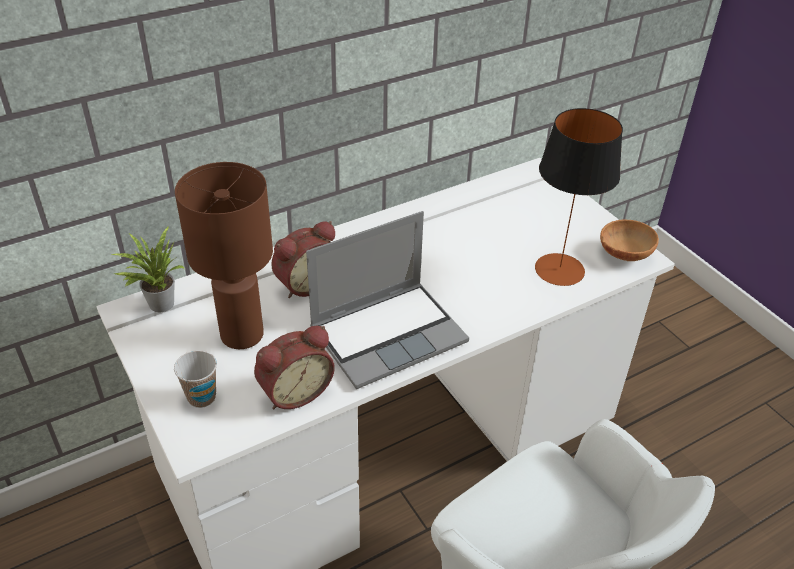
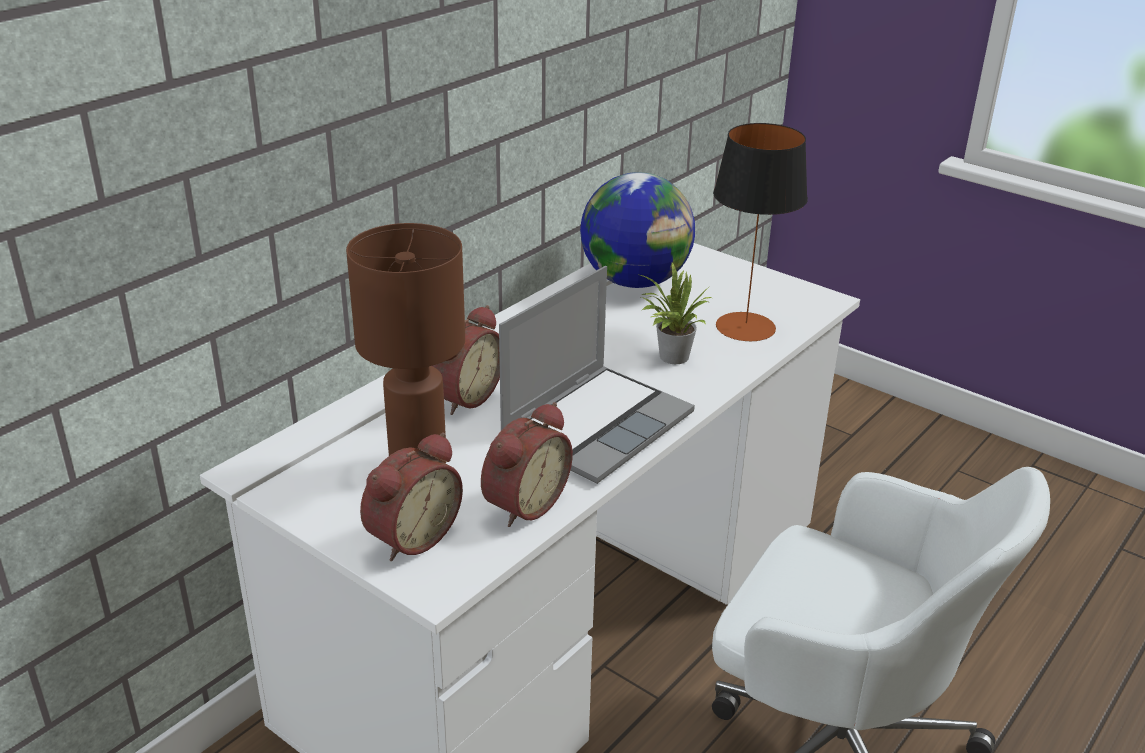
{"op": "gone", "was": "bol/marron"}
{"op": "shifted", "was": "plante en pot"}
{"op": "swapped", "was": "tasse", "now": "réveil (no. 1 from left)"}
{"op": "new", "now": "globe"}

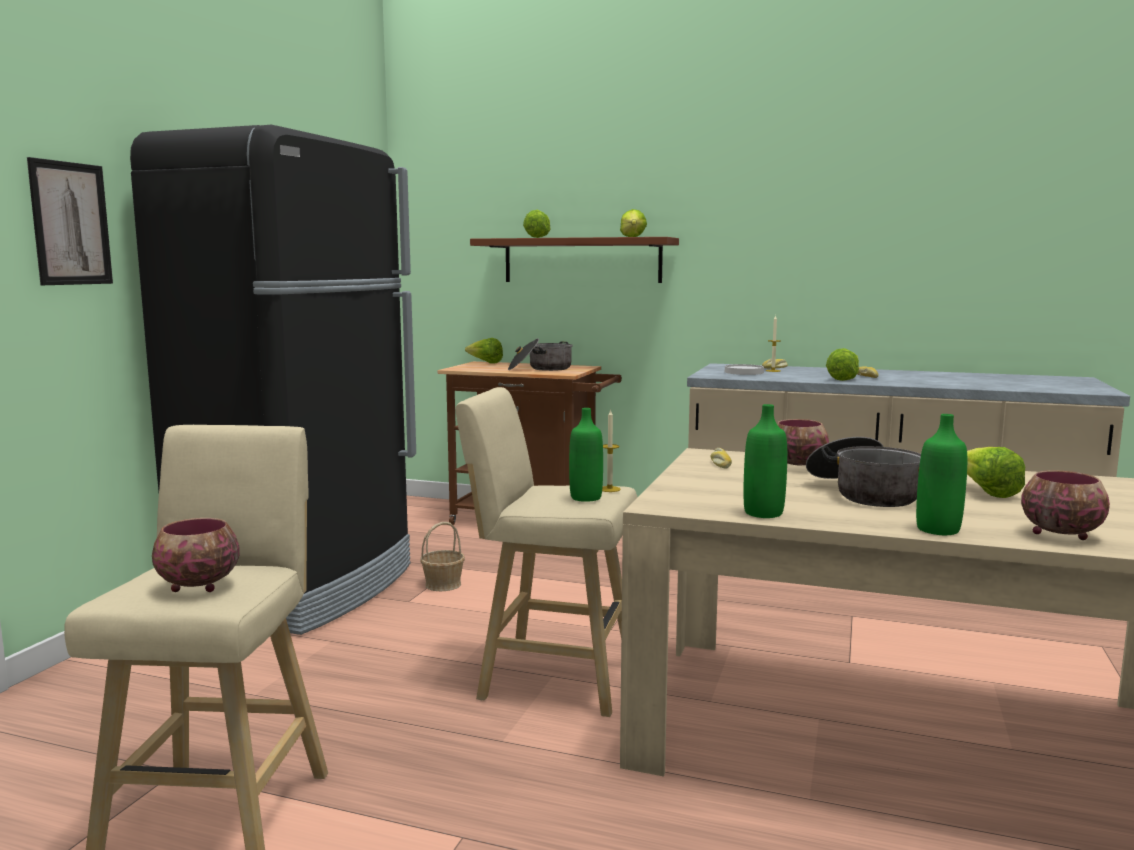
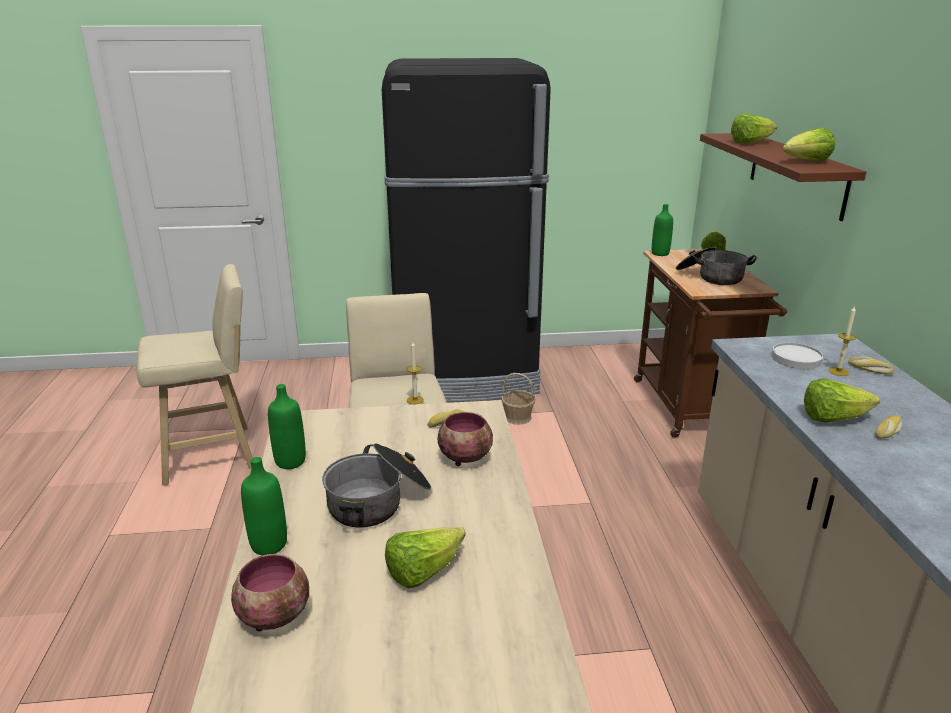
{"op": "gone", "was": "tableau"}
{"op": "shifted", "was": "bouteille/vert (no. 1 from left in the first image)", "now": "bouteille/vert (no. 3 from left)"}
{"op": "gone", "was": "bol (no. 1 from left)"}

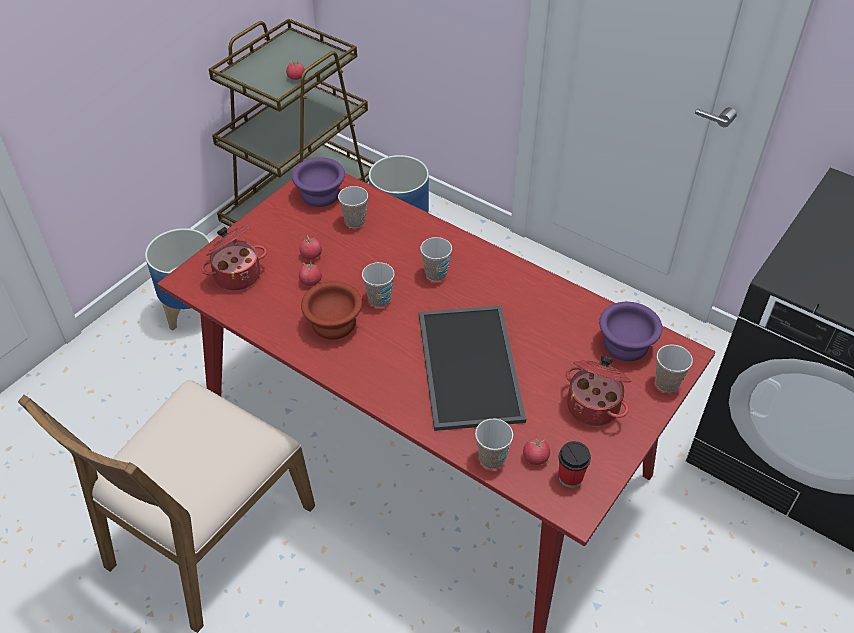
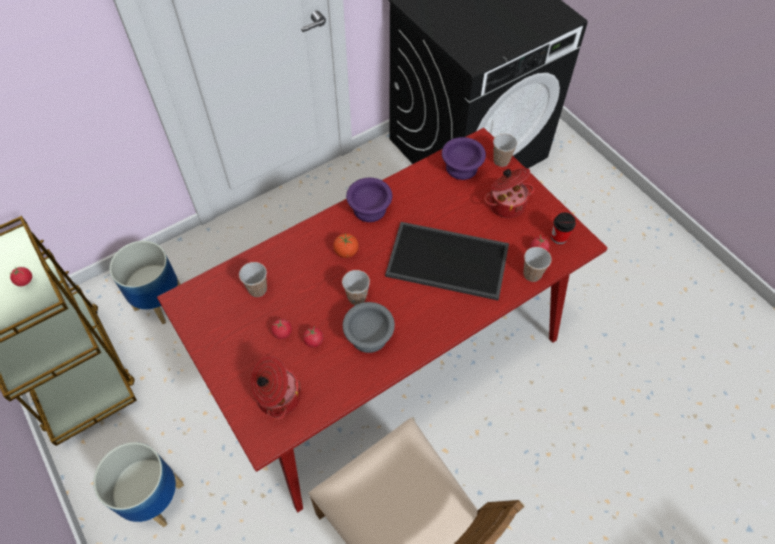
{"op": "shifted", "was": "bol/violet (no. 1 from left)"}
{"op": "swapped", "was": "tasse (no. 3 from left)", "now": "tomate (no. 4 from left)"}
{"op": "repainted", "was": "bol/marron", "now": "bol/gris"}

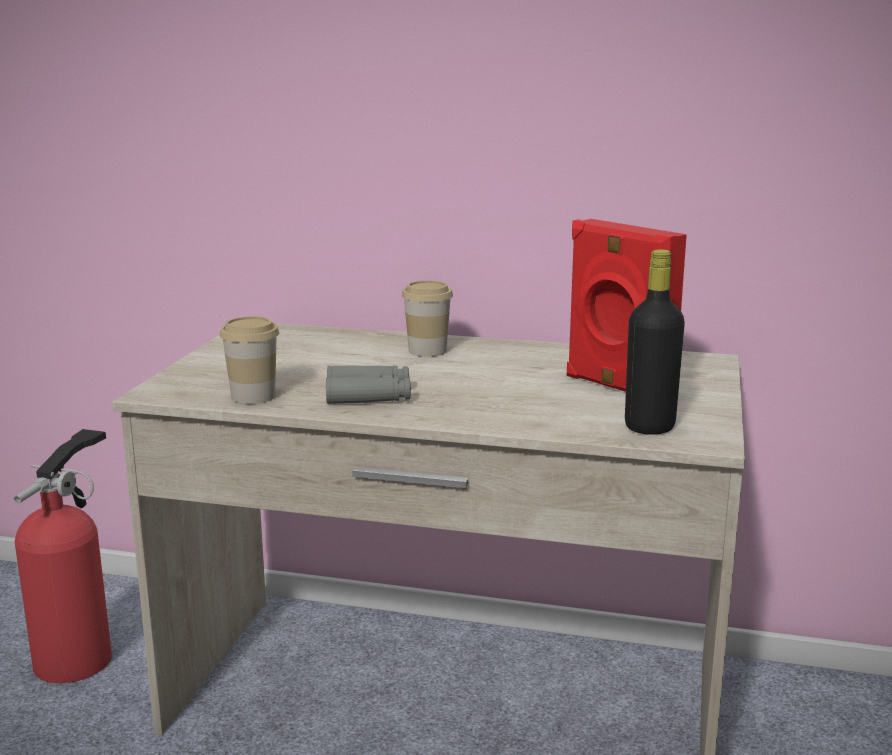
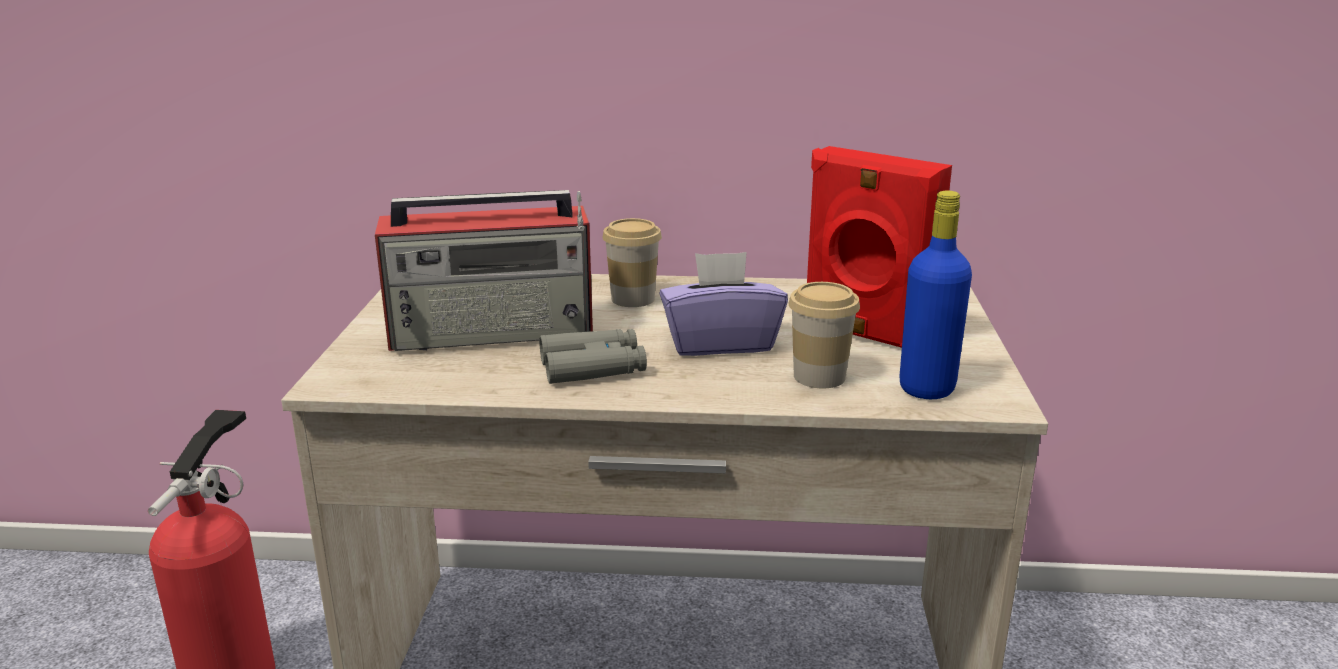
{"op": "repainted", "was": "bouteille/noir", "now": "bouteille/bleu"}
{"op": "shifted", "was": "tasse (no. 1 from left in the first image)", "now": "tasse (no. 2 from left)"}
{"op": "new", "now": "radio"}
{"op": "new", "now": "boîte à mouchoirs/violet"}

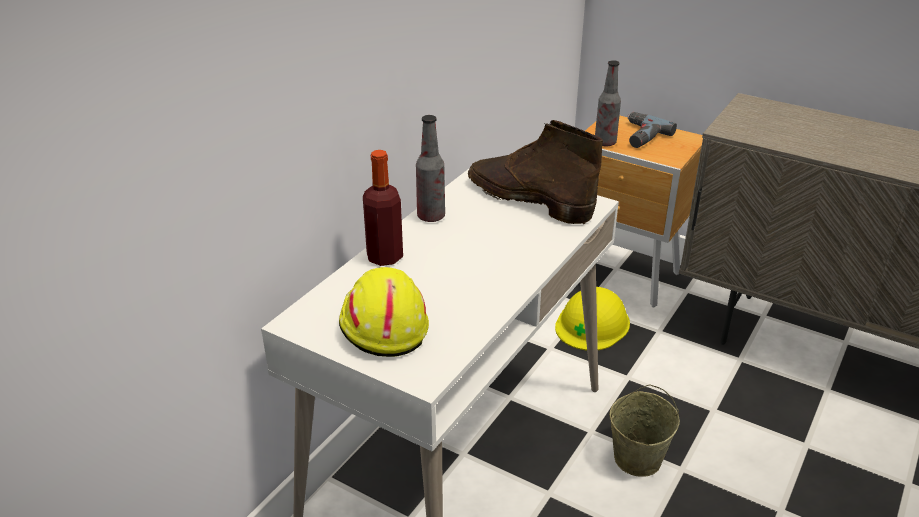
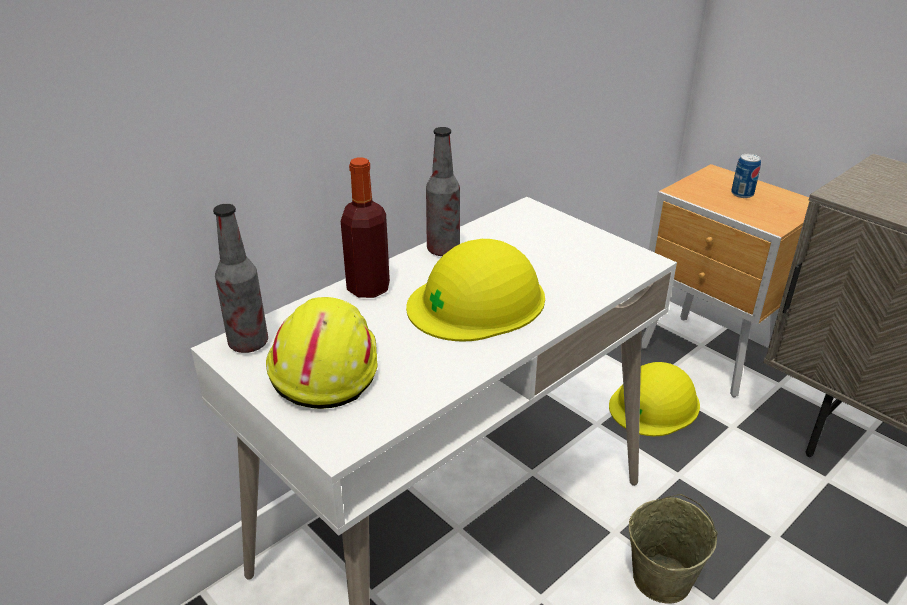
{"op": "shifted", "was": "bouteille (no. 3 from left in the first image)", "now": "bouteille (no. 1 from left)"}
{"op": "swapped", "was": "perceuse", "now": "boîte métallique"}
{"op": "gone", "was": "botte/marron"}
{"op": "new", "now": "casque de chantier/jaune (no. 2 from left)"}

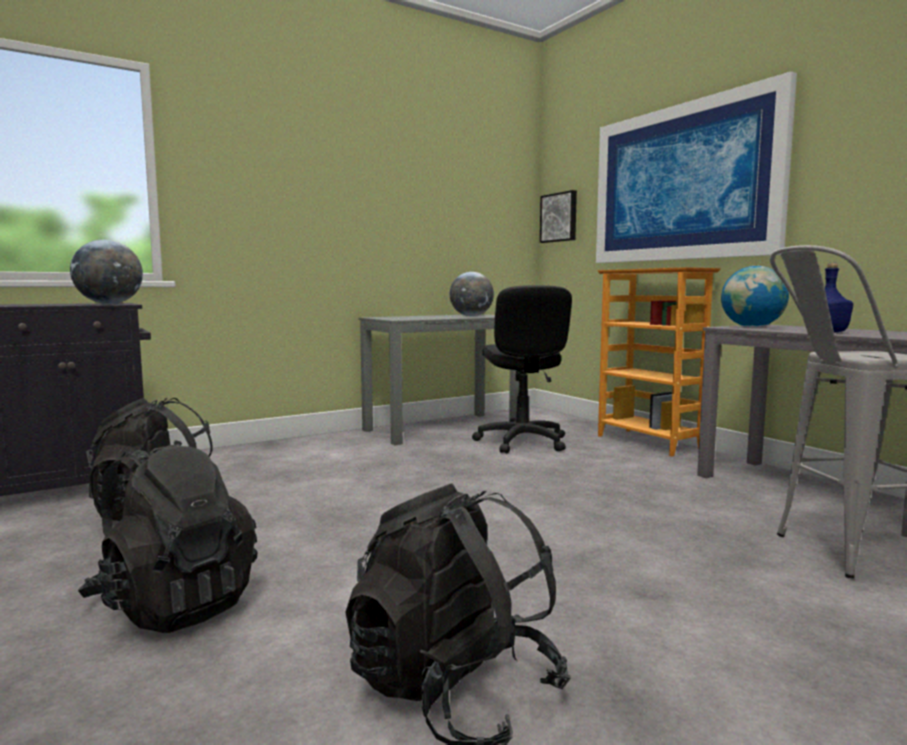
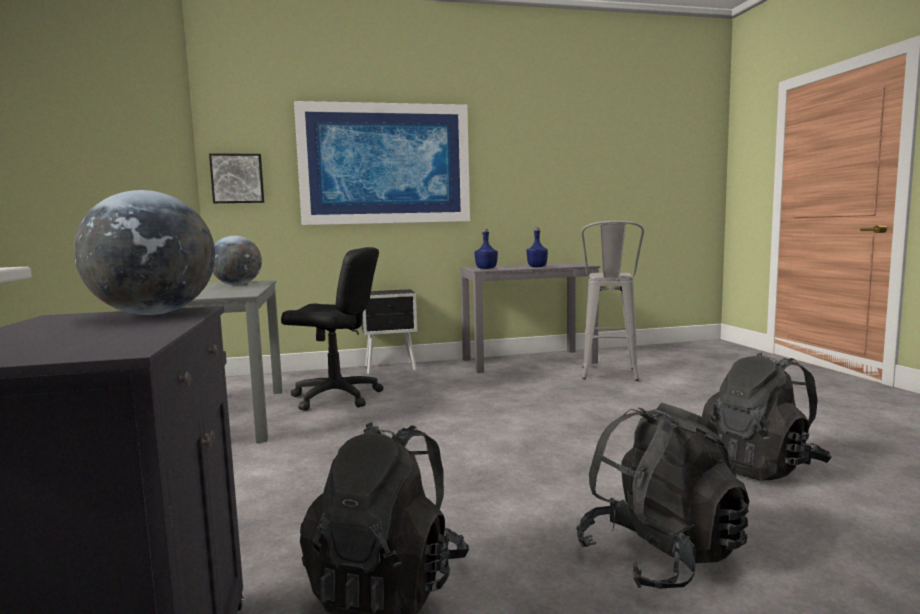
{"op": "swapped", "was": "globe (no. 3 from left)", "now": "bouteille/bleu (no. 1 from left)"}
{"op": "swapped", "was": "bibliothèque", "now": "table de chevet/noir"}

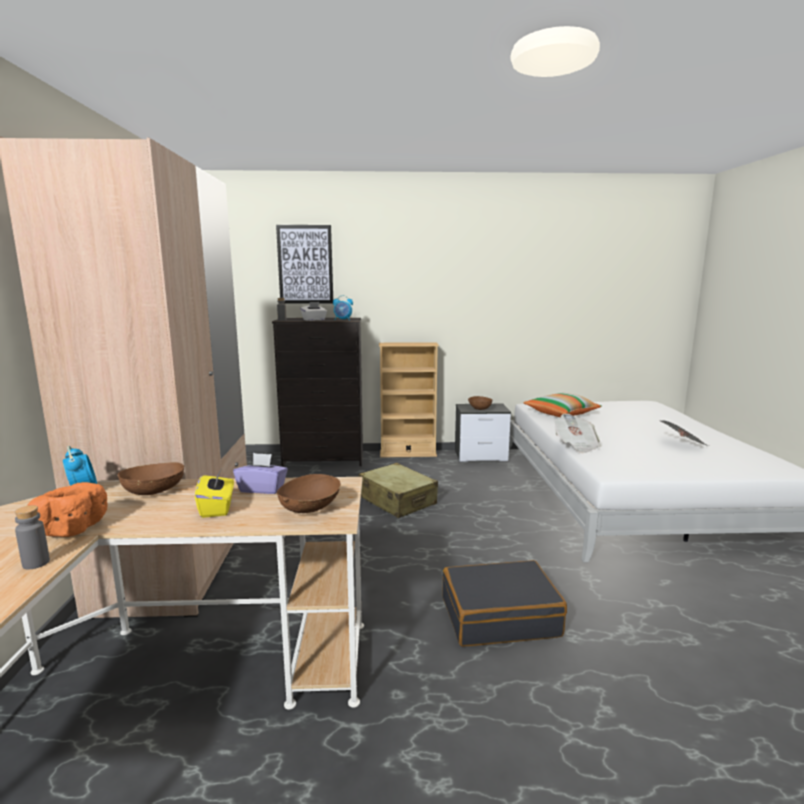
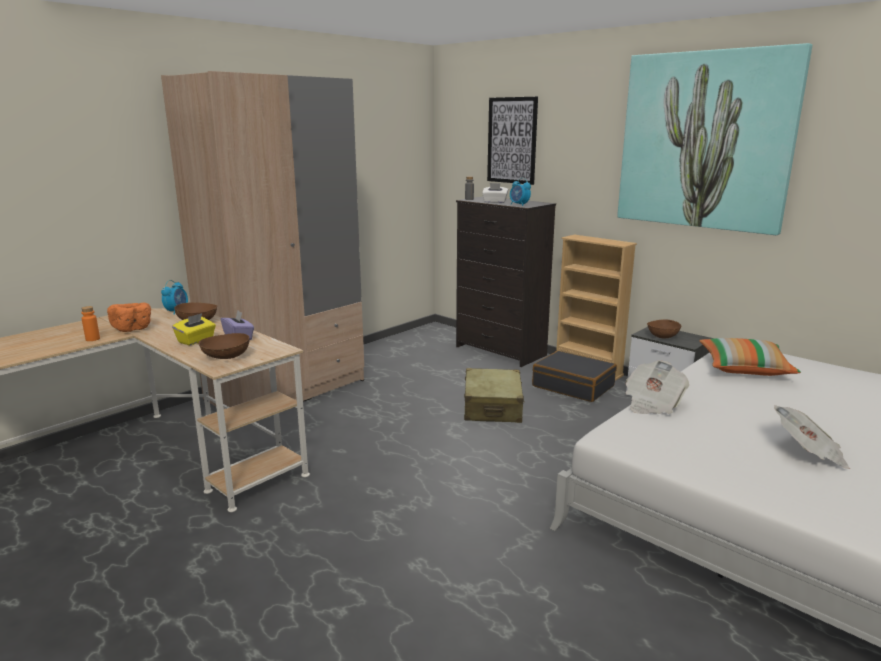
{"op": "repainted", "was": "bouteille/gris (no. 1 from left)", "now": "bouteille/orange"}
{"op": "shifted", "was": "valise/noir"}
{"op": "new", "now": "tableau (no. 2 from left)"}

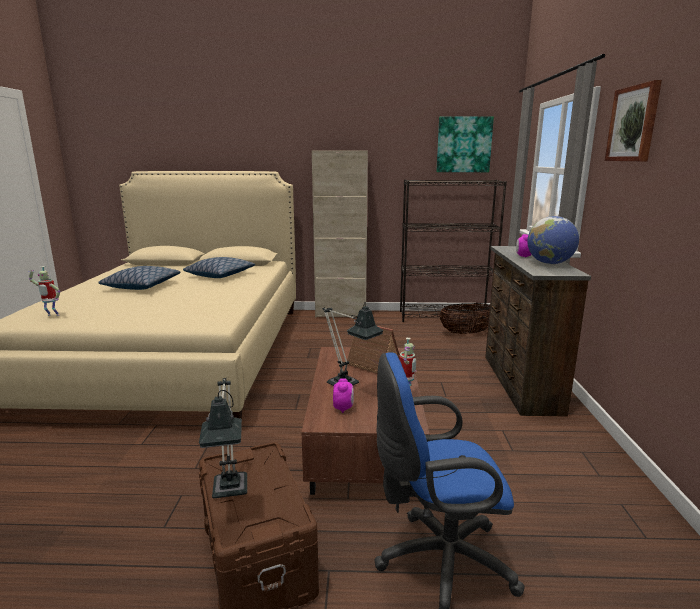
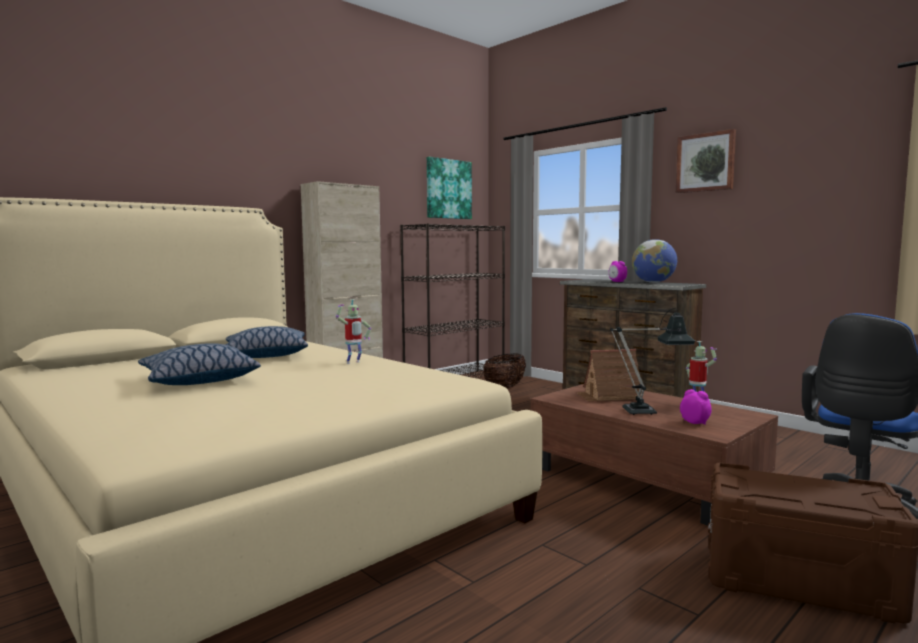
{"op": "shifted", "was": "robot jouet (no. 1 from left)"}
{"op": "gone", "was": "lampe de table (no. 1 from left)"}

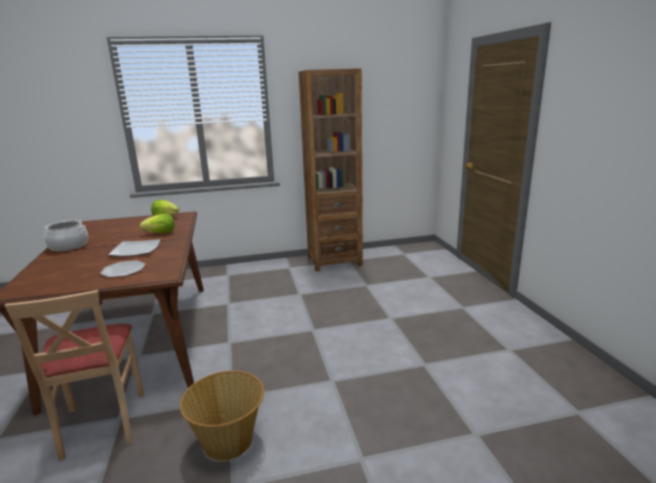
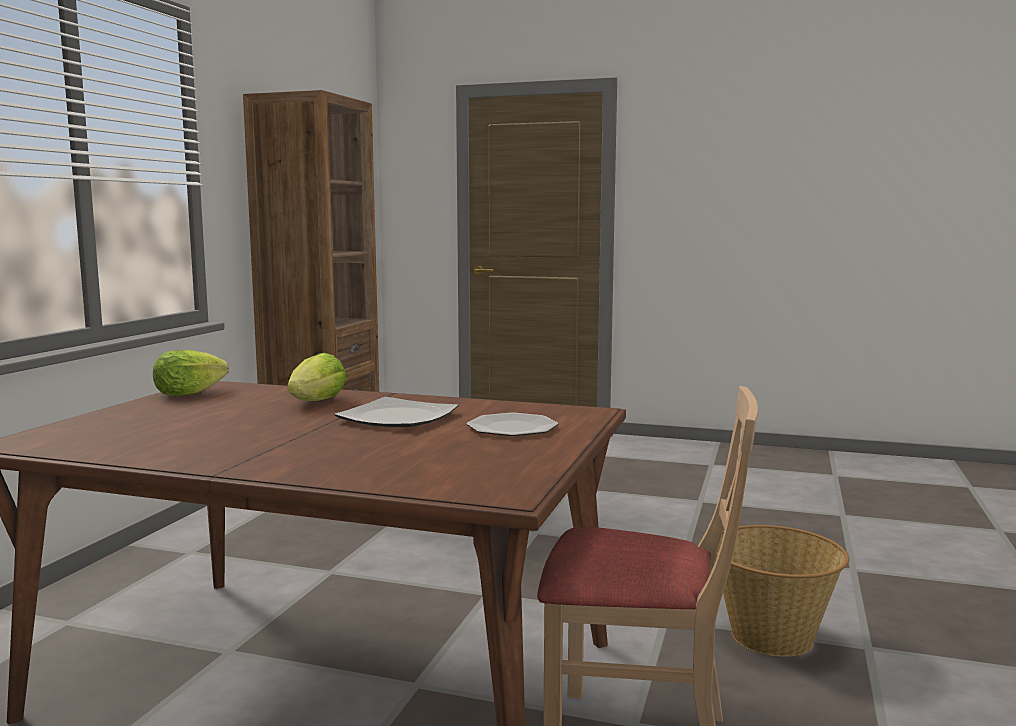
{"op": "gone", "was": "marmite"}

